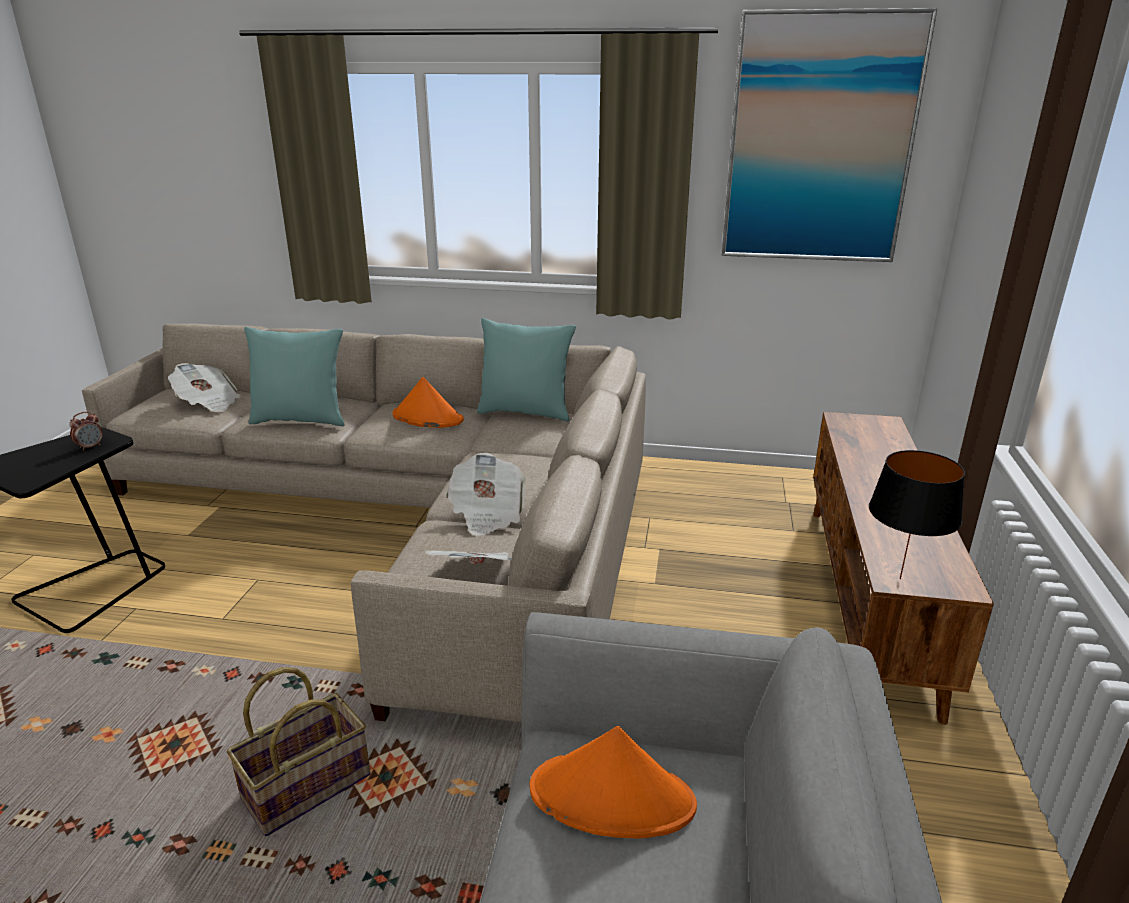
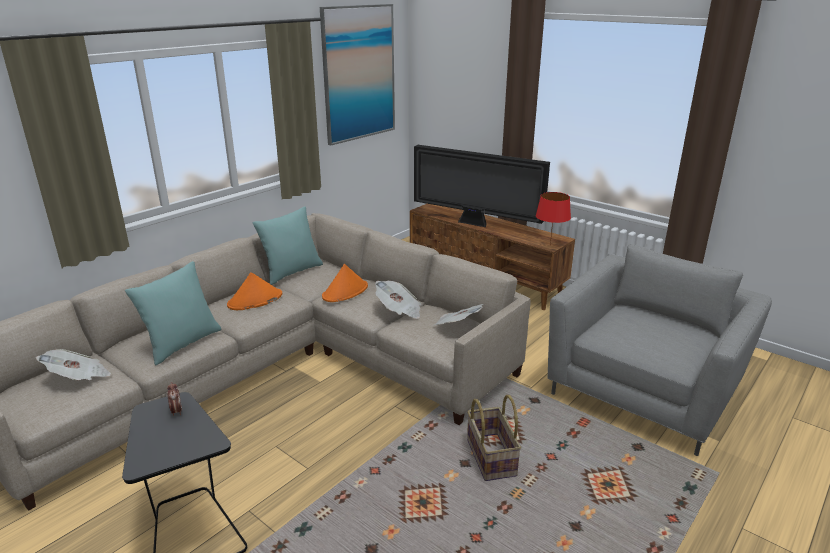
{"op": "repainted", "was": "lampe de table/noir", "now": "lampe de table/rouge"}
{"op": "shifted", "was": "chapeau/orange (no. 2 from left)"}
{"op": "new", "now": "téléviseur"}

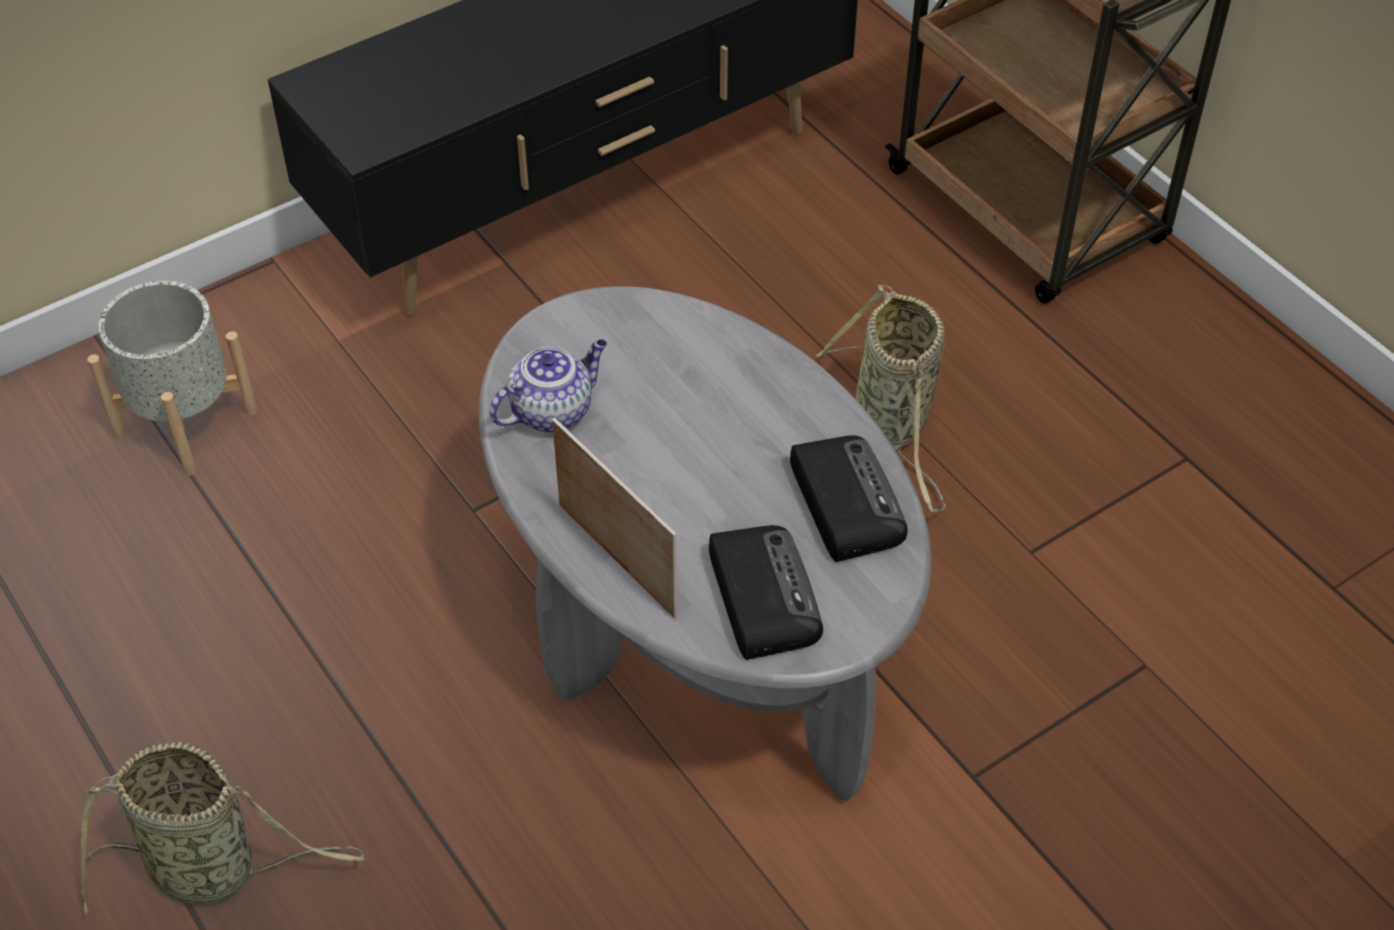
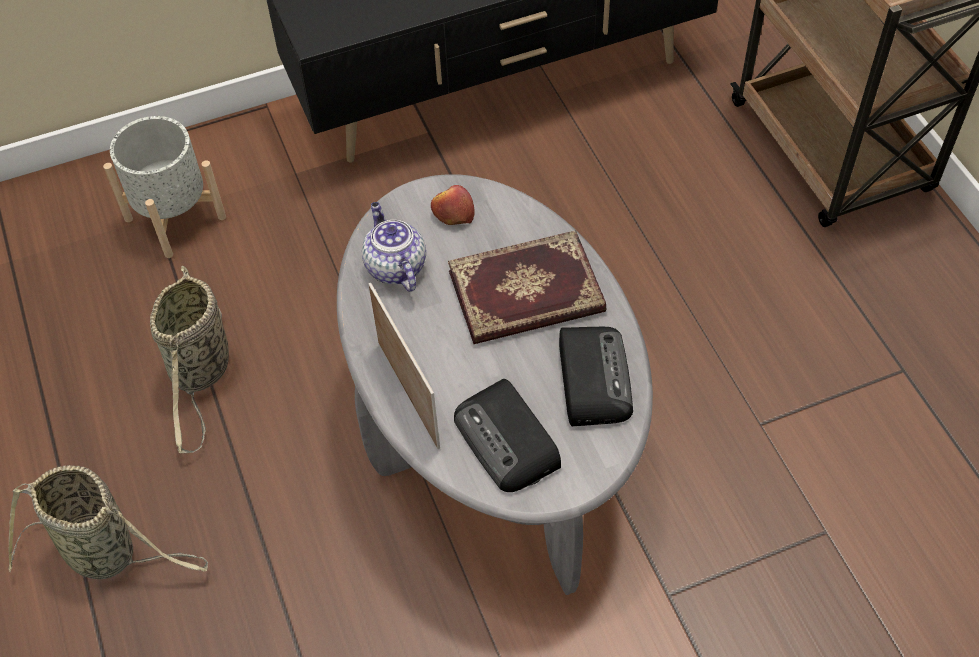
{"op": "shifted", "was": "panier (no. 2 from left)"}
{"op": "rotated", "was": "théière", "clockwise": -90}
{"op": "rotated", "was": "radio (no. 1 from left)", "clockwise": 150}
{"op": "new", "now": "pomme"}
{"op": "new", "now": "livre"}

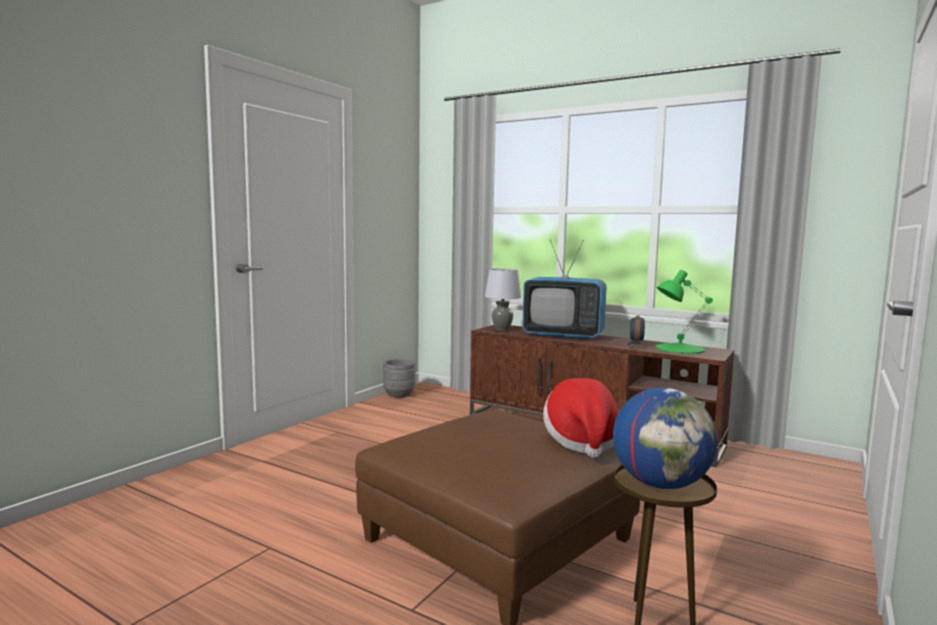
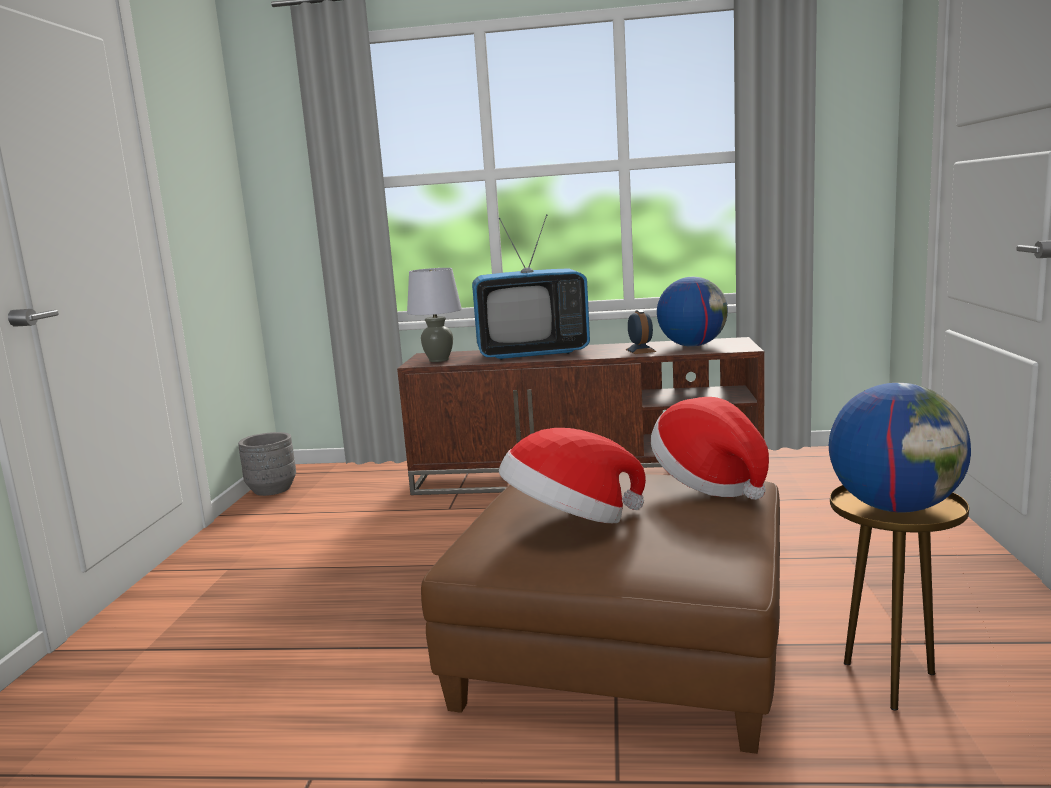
{"op": "swapped", "was": "lampe de table/vert", "now": "globe (no. 1 from left)"}
{"op": "new", "now": "chapeau (no. 1 from left)"}

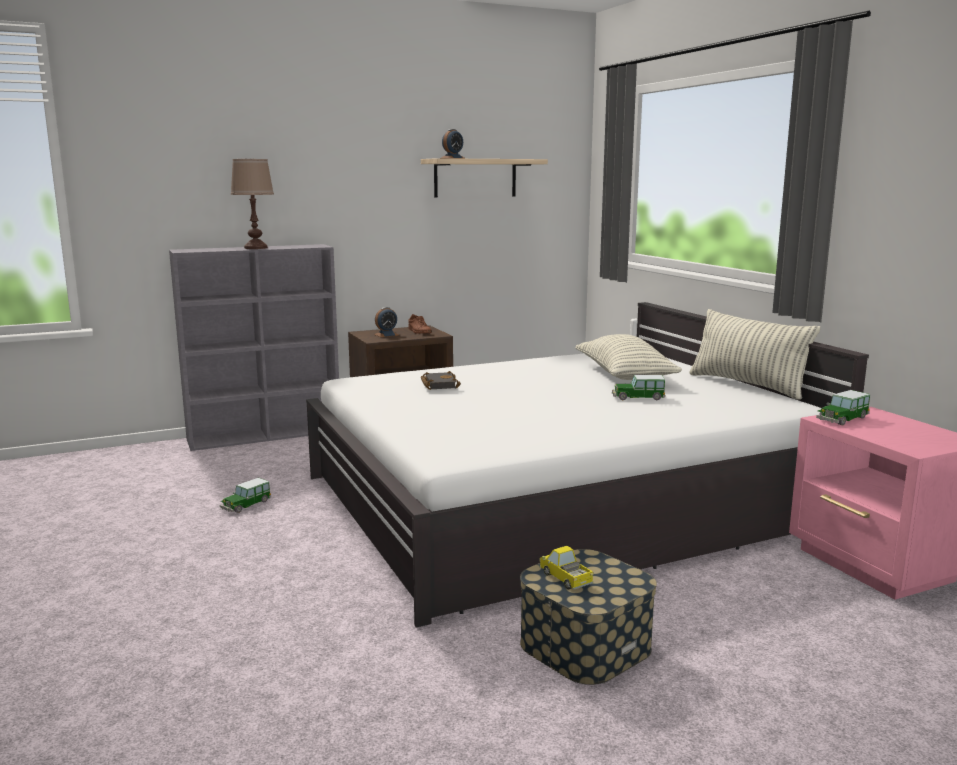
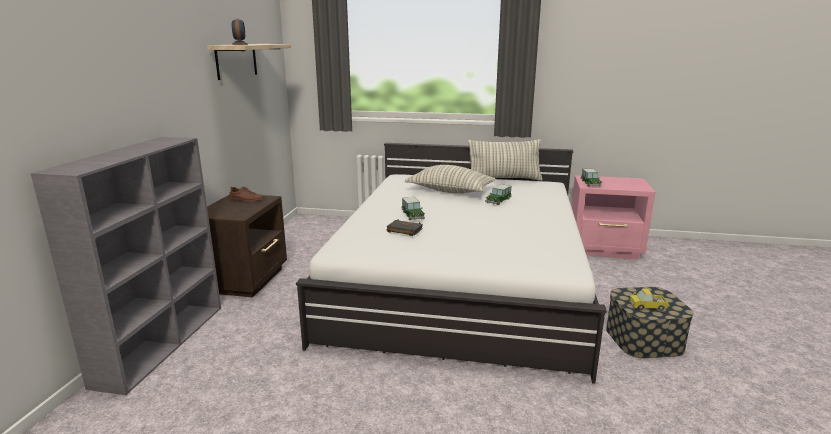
{"op": "gone", "was": "lampe de table/marron"}
{"op": "gone", "was": "réveil (no. 1 from left)"}
{"op": "shifted", "was": "petite voiture (no. 1 from left)"}

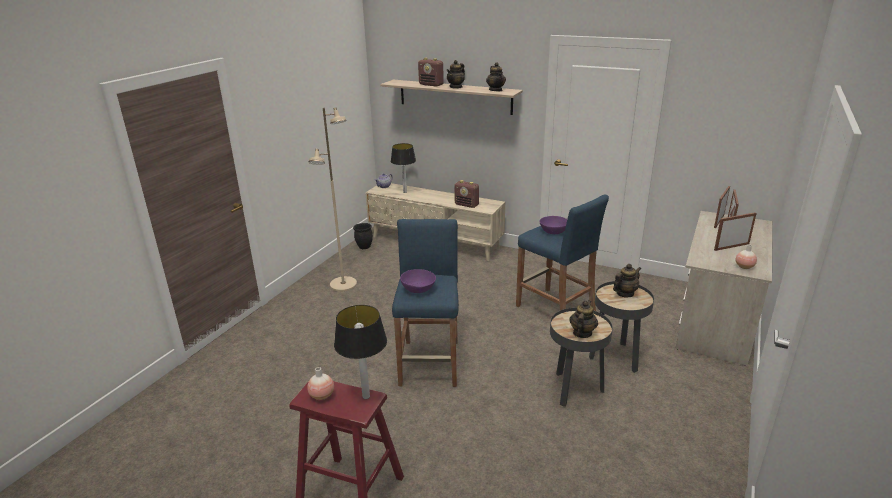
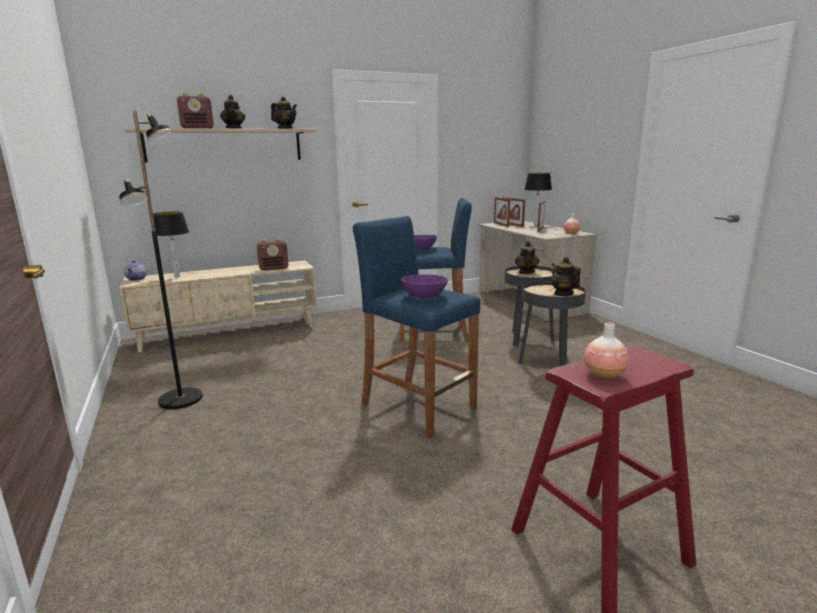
{"op": "repainted", "was": "lampadaire/beige", "now": "lampadaire/noir"}
{"op": "gone", "was": "cache-pot/noir"}
{"op": "shifted", "was": "lampe de table (no. 1 from left in the first image)", "now": "lampe de table (no. 2 from left)"}

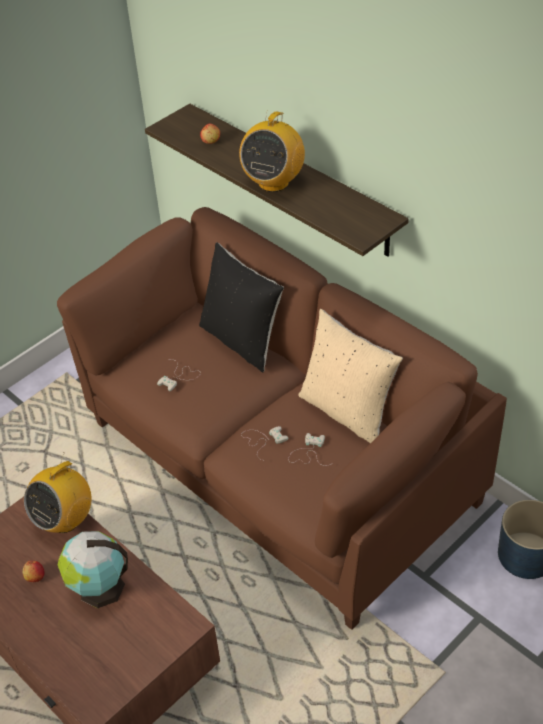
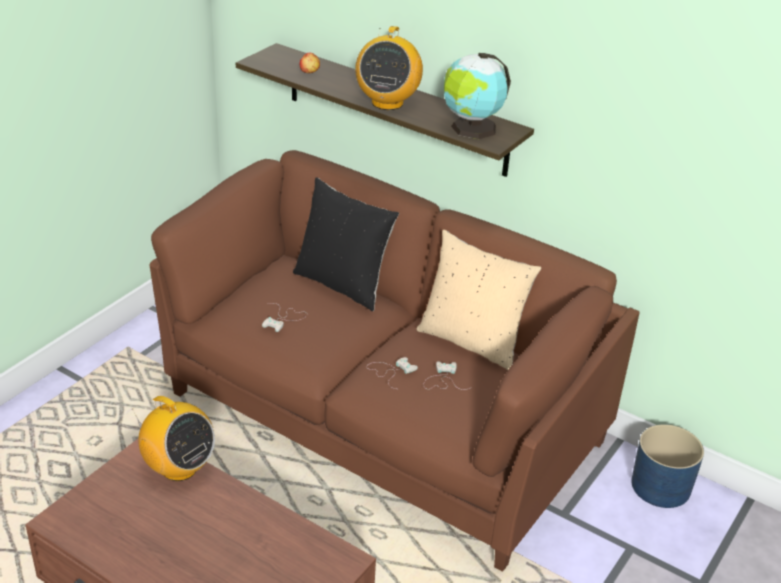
{"op": "rotated", "was": "radio (no. 1 from left)", "clockwise": -75}
{"op": "shifted", "was": "globe"}
{"op": "gone", "was": "pomme (no. 1 from left)"}

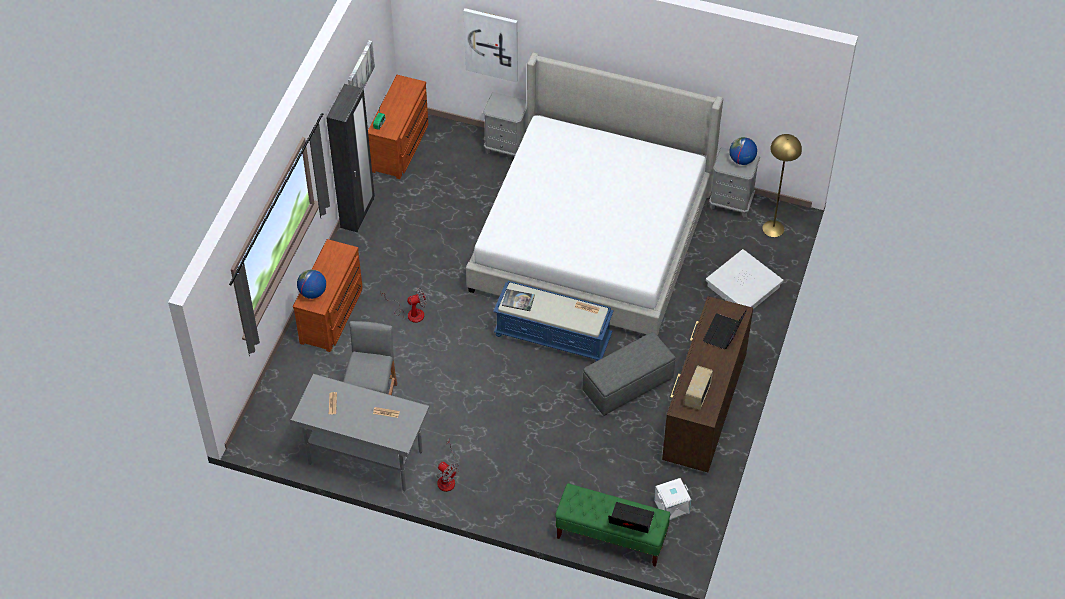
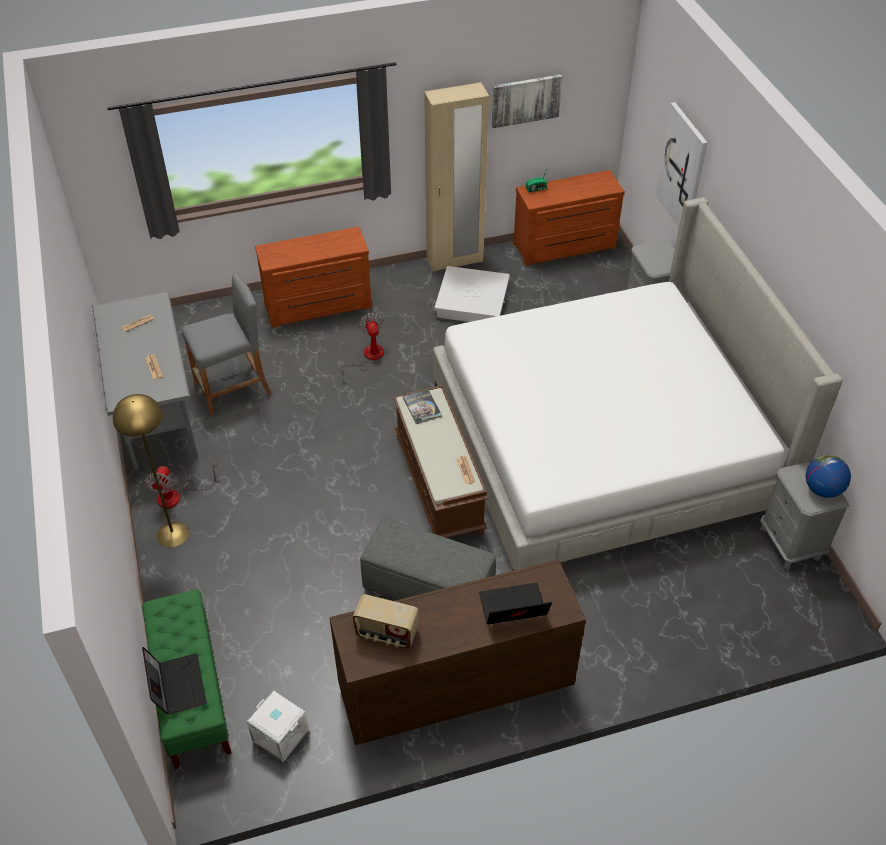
{"op": "repainted", "was": "armoire/noir", "now": "armoire/beige"}
{"op": "shifted", "was": "lampadaire/jaune"}
{"op": "shifted", "was": "boîte de rangement/blanc (no. 2 from left)"}
{"op": "gone", "was": "globe (no. 1 from left)"}
{"op": "repainted", "was": "banc/bleu", "now": "banc/marron"}
{"op": "rotated", "was": "ventilateur (no. 1 from left in the first image)", "clockwise": -135}
{"op": "rotated", "was": "radio (no. 2 from left in the first image)", "clockwise": -150}

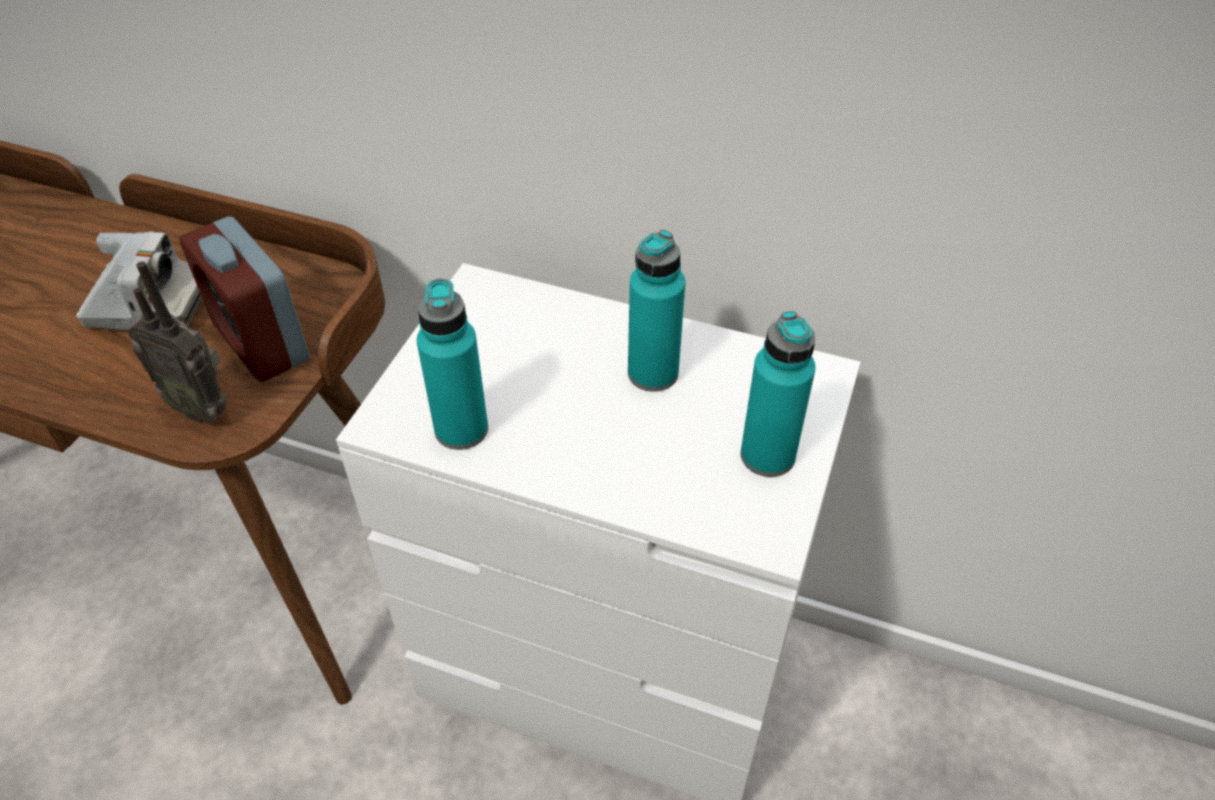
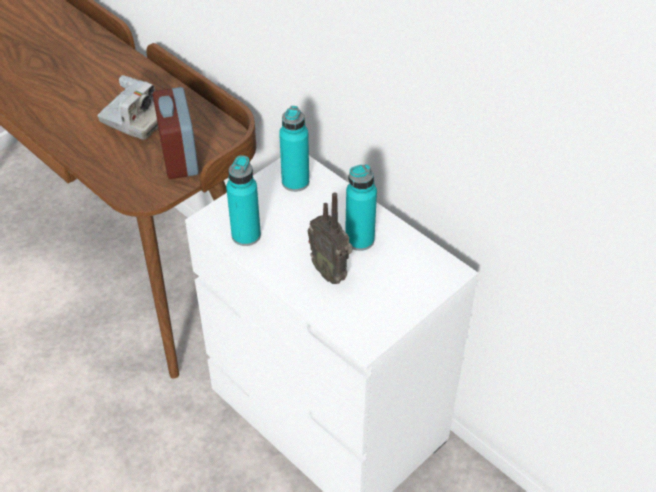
{"op": "shifted", "was": "radio"}
{"op": "shifted", "was": "bouteille/turquoise (no. 3 from left in the first image)", "now": "bouteille/turquoise (no. 2 from left)"}

